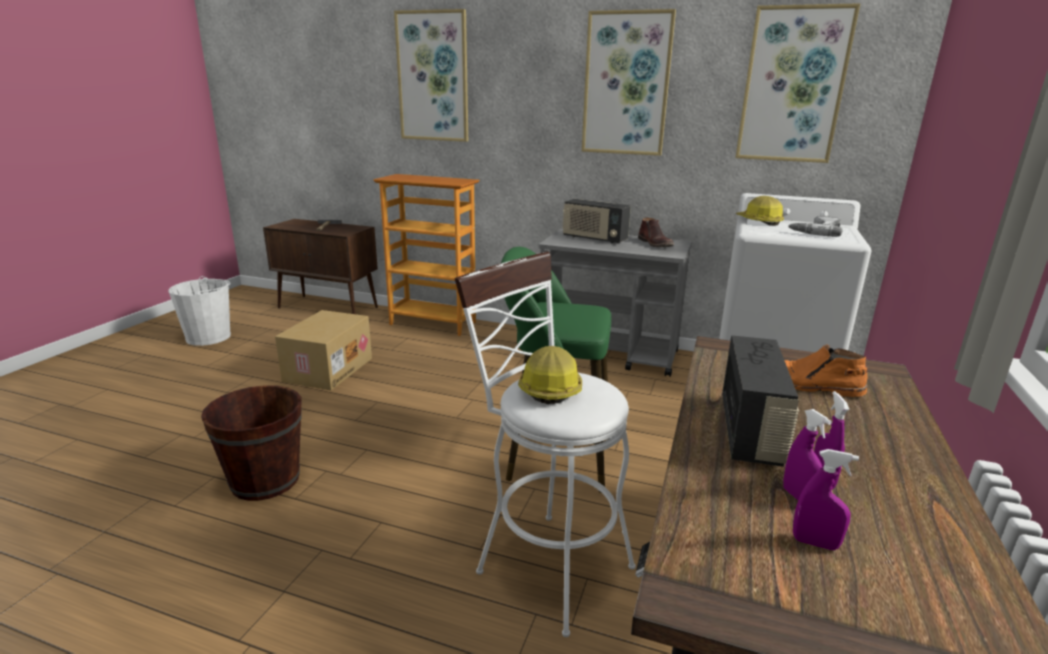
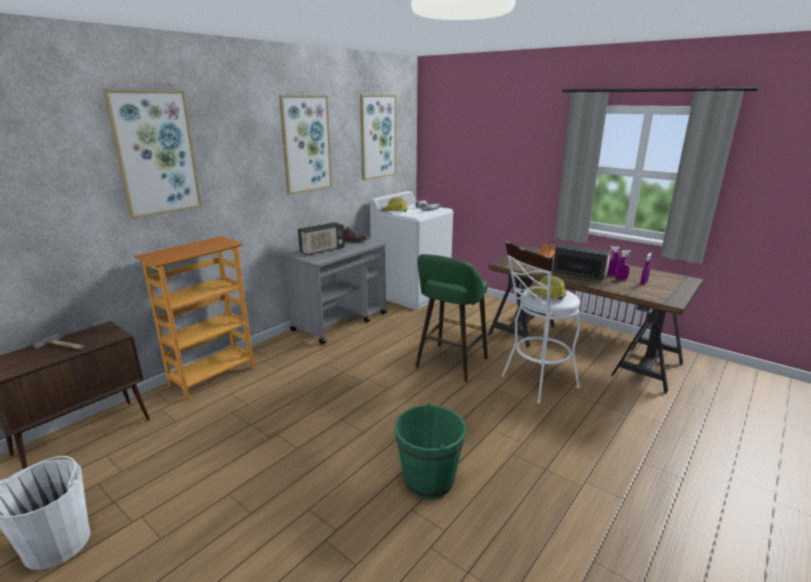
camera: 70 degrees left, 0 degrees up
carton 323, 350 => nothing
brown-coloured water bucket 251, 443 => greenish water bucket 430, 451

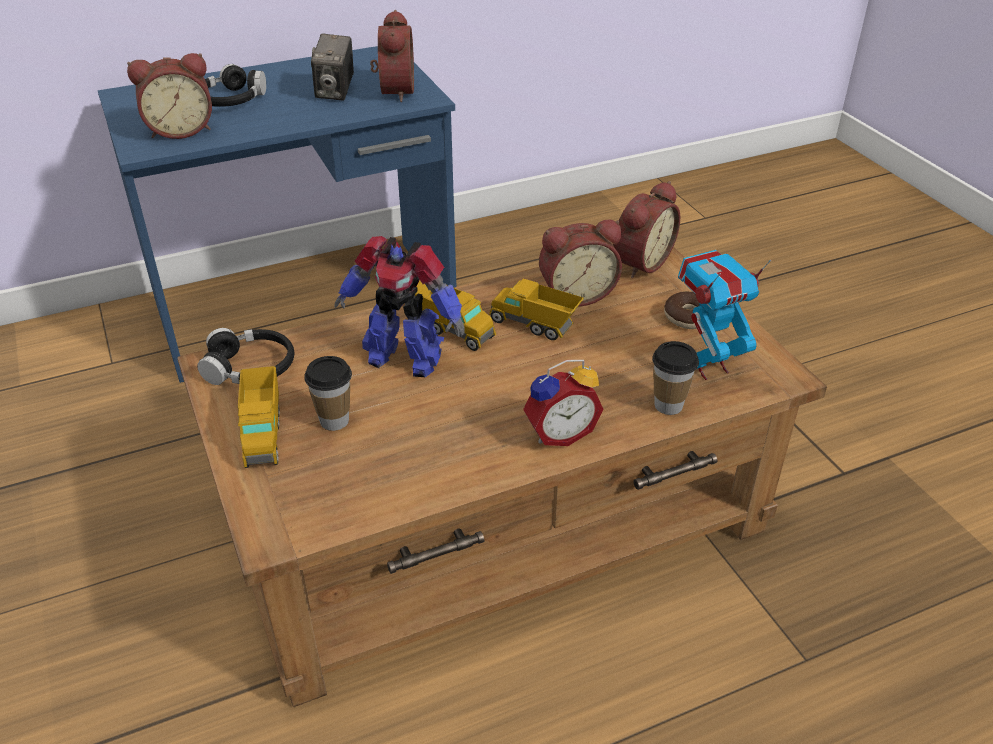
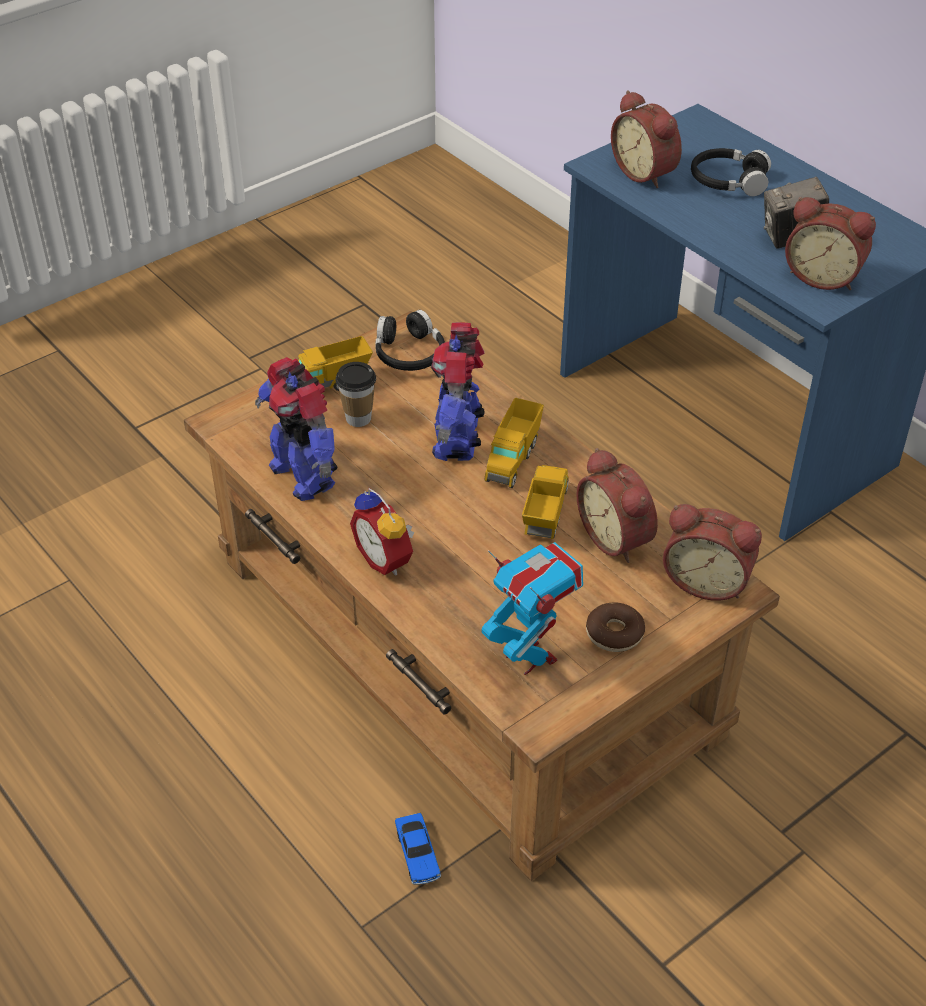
camera: 75 degrees right, 5 degrees up
bedside clock 392, 56 => bedside clock 830, 243, 45 degrees clockwise
small cup 675, 378 => nothing
nothing => robot figure 296, 429
nothing => model car 418, 849

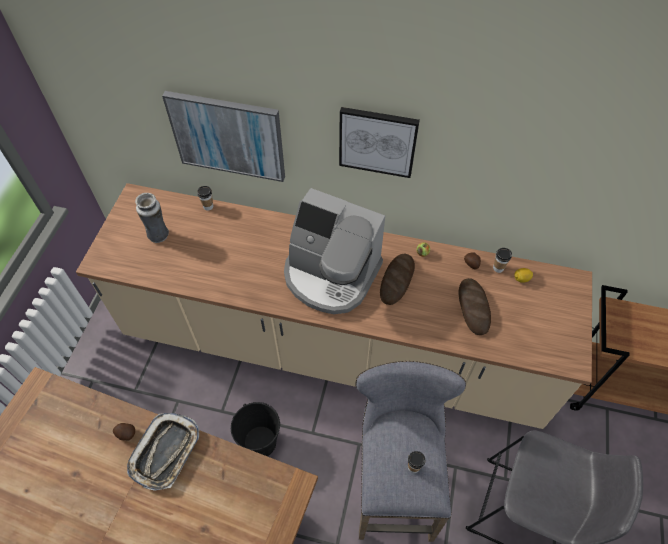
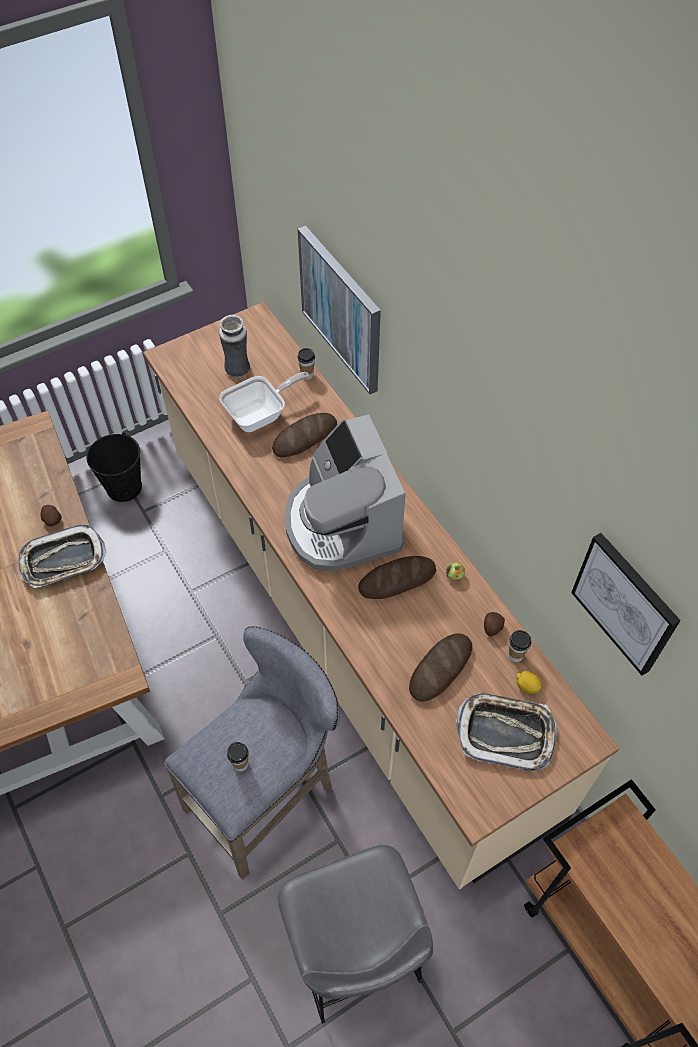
camera: 45 degrees right, 0 degrees up
wall art 379, 142 => wall art 626, 604, move
black-coloured water bucket 255, 429 => black-coloured water bucket 114, 467, move
nothing => frying pan 264, 402
nothing => baked bread 304, 435
nothing => serving tray 506, 732

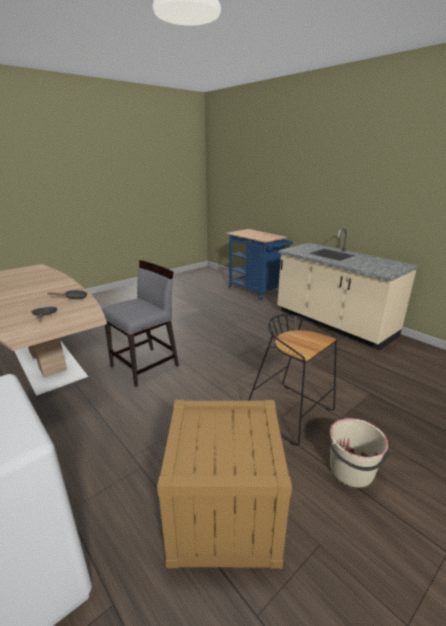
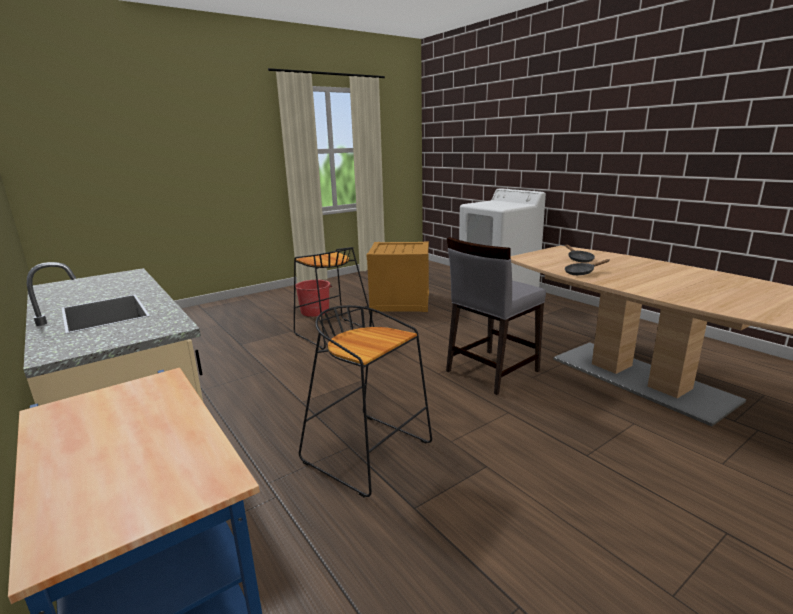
camera: 175 degrees left, 5 degrees down
beige-coloured water bucket 360, 453 => reddish water bucket 313, 298
nothing => black-coloured sitting stool 365, 401

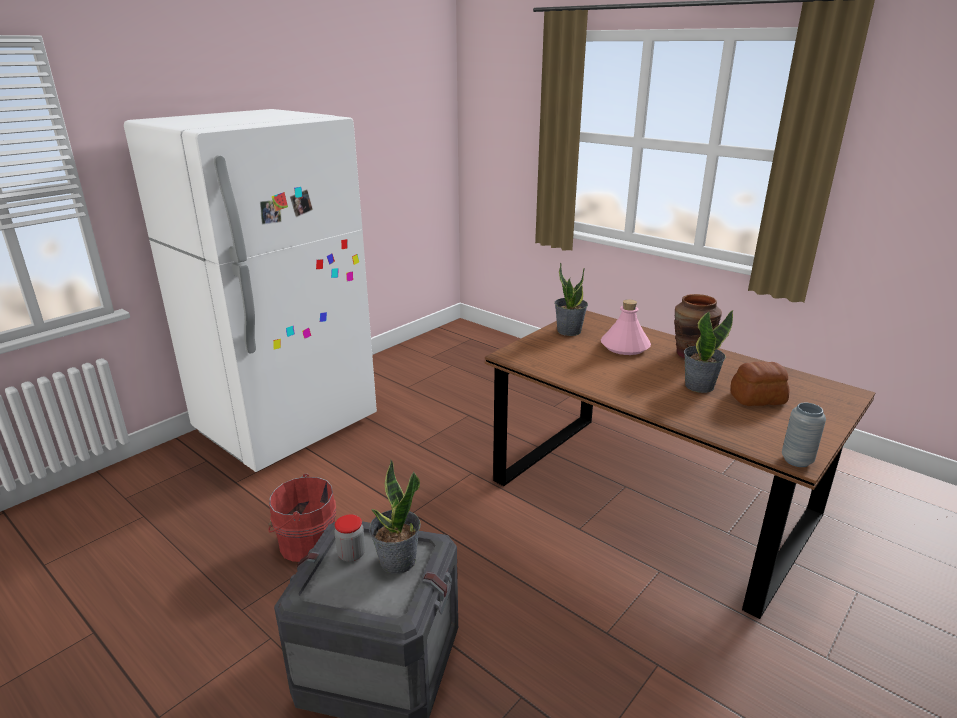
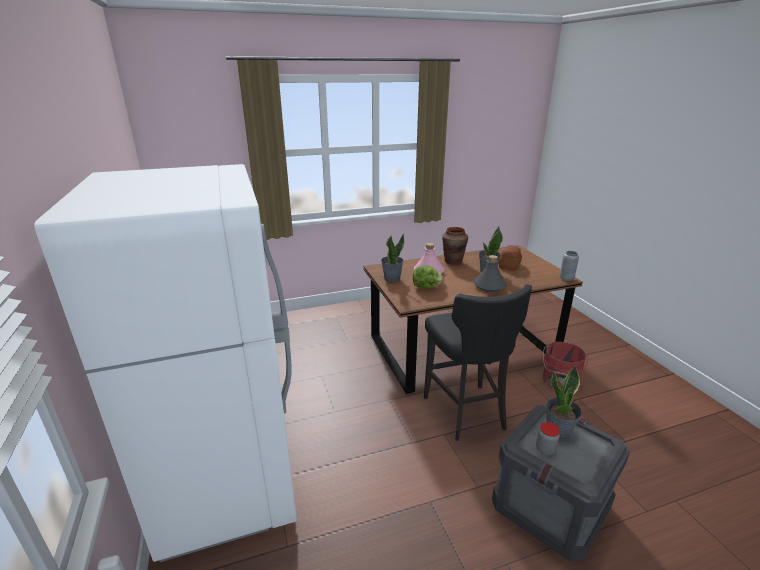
camera: 60 degrees left, 0 degrees up
reddish water bucket 302, 518 => reddish water bucket 565, 365, move
nothing => gray bottle 490, 273
nothing => head of lettuce 428, 277
nothing => black-coloured sitting stool 478, 362

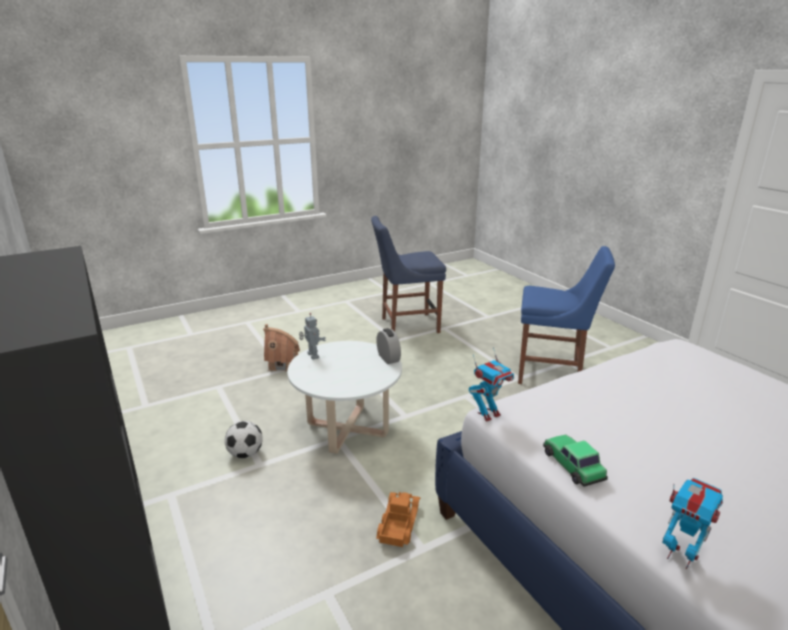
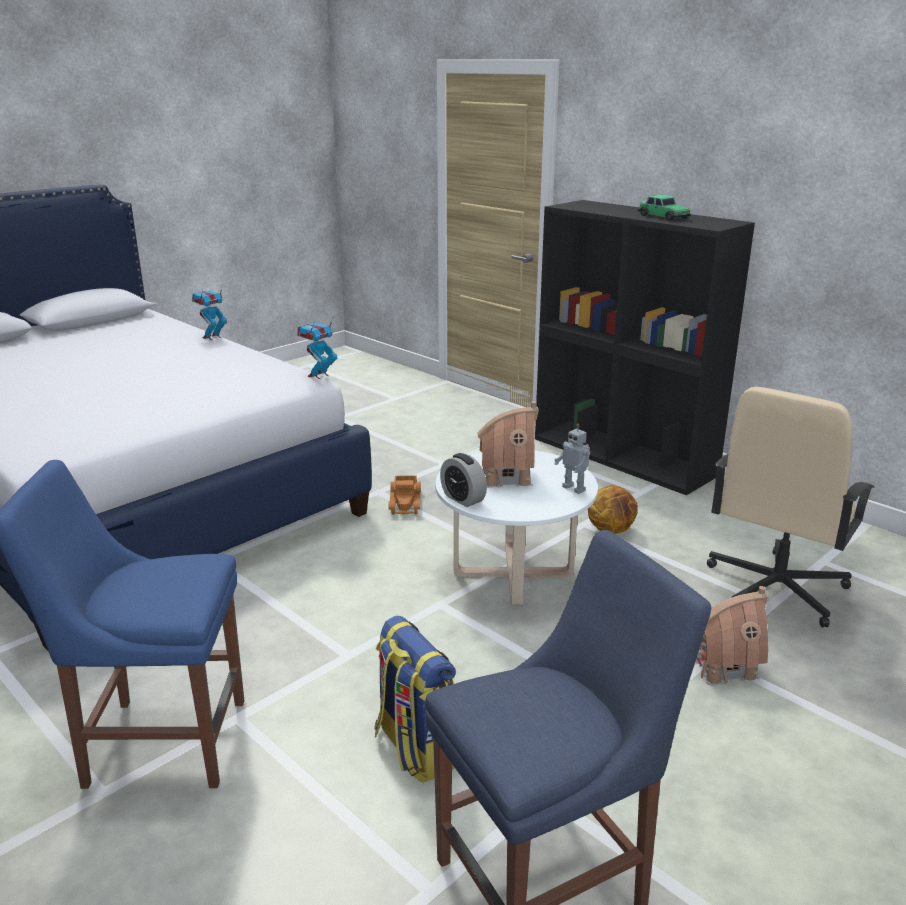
camera: 165 degrees right, 0 degrees up
football ball 244, 439 => ball for basketball 613, 509
model car 575, 461 => model car 664, 208, move
robot figure 692, 523 => robot figure 209, 312, 105 degrees clockwise
nothing => beige-coloured office chair 790, 507
nothing => miniature house 508, 445
nothing => rucksack 415, 699

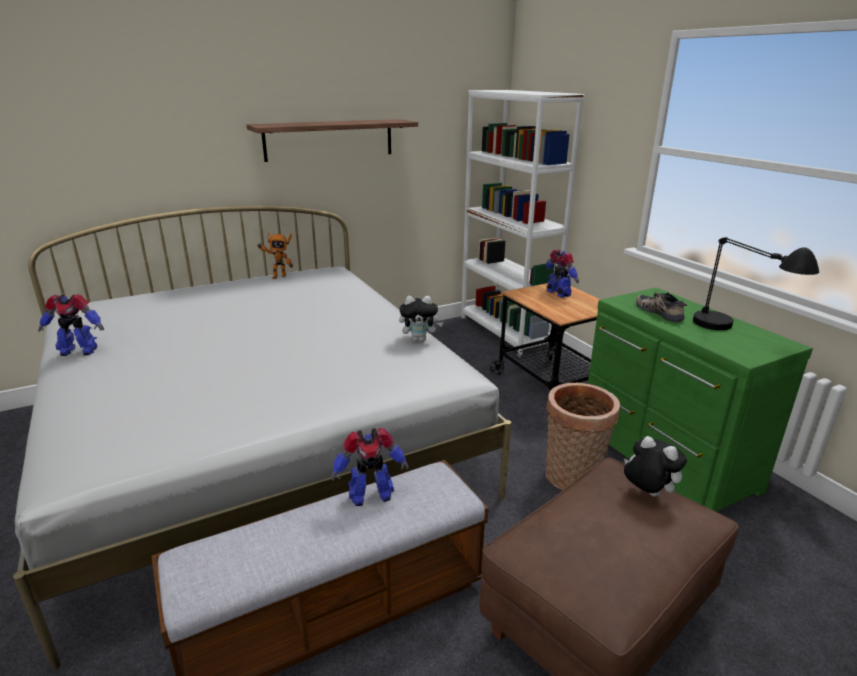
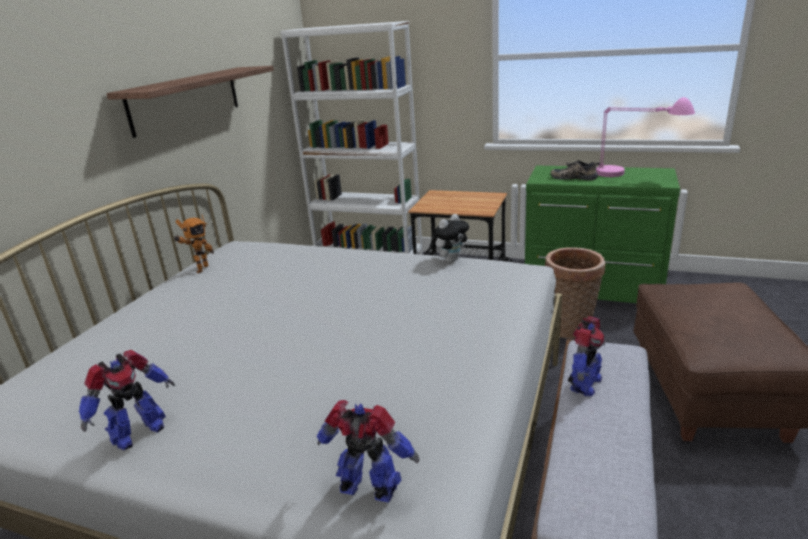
camera: 40 degrees left, 0 degrees up
black-coloured lamp for a table 756, 283 => pinkish lamp for a table 645, 137
robot figure 562, 274 => robot figure 368, 451, move
cuddly toy 655, 466 => nothing

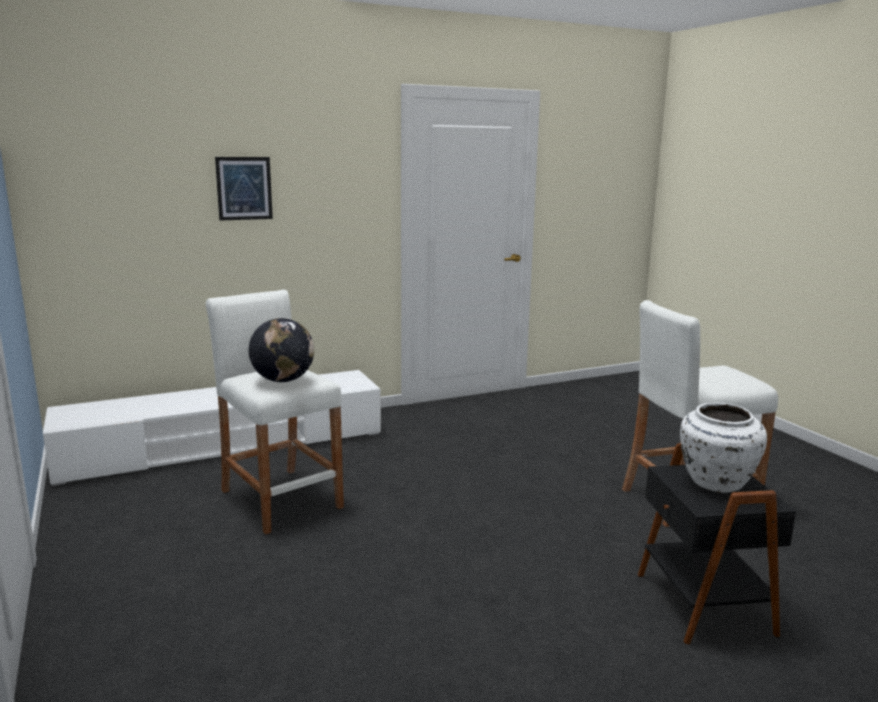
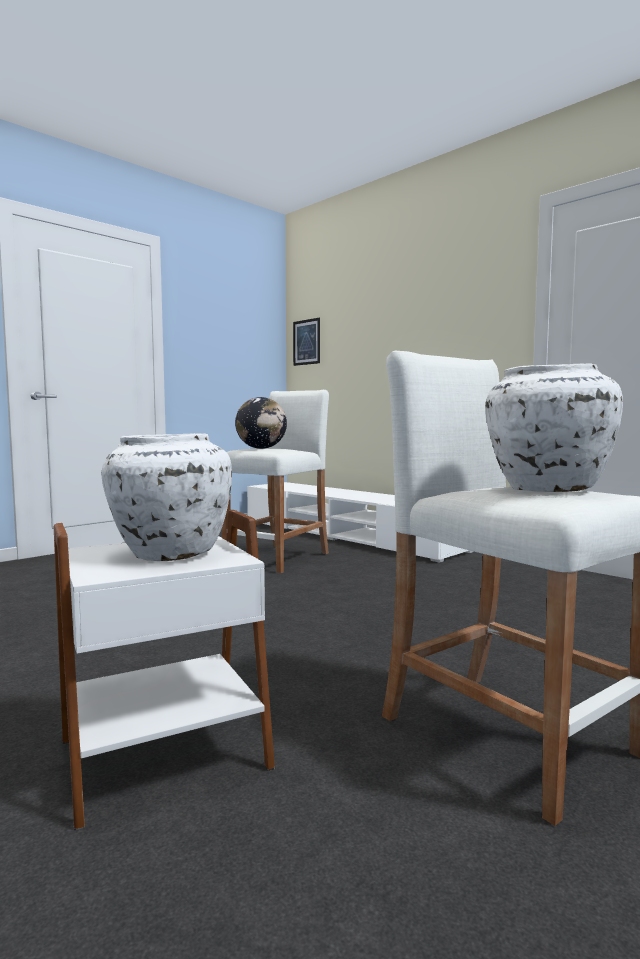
camera: 70 degrees right, 10 degrees down
wall art 244, 188 => wall art 306, 341, move
black-coloured end table 717, 544 => white-coloured end table 164, 670
nothing => white-coloured decorative vase 554, 428

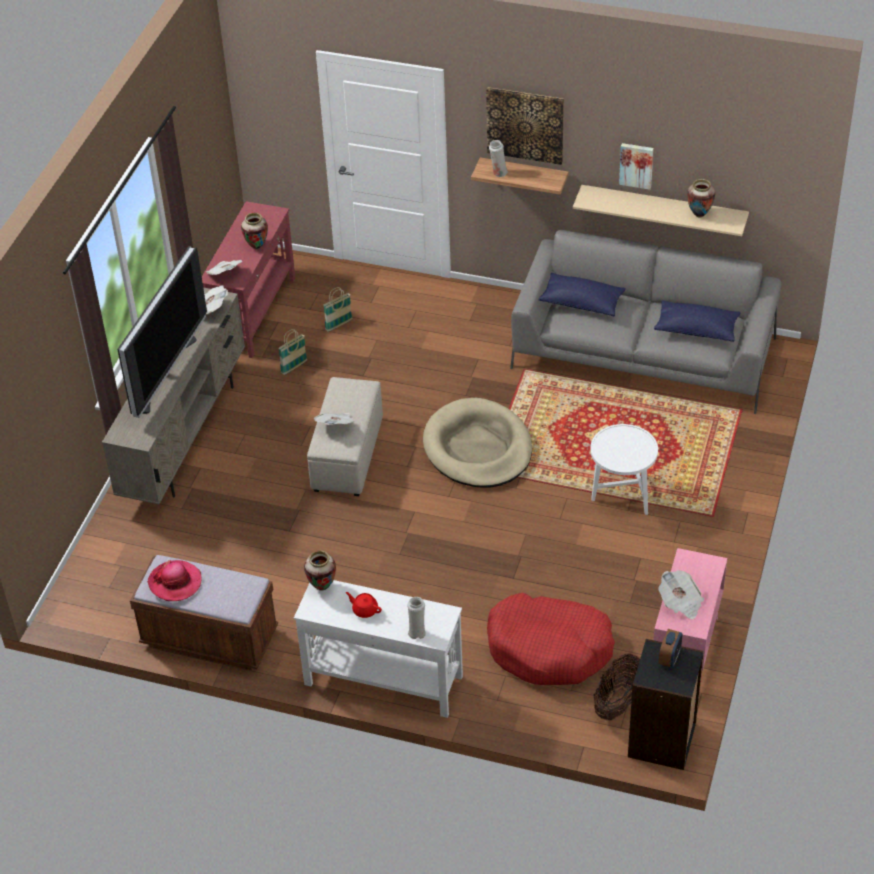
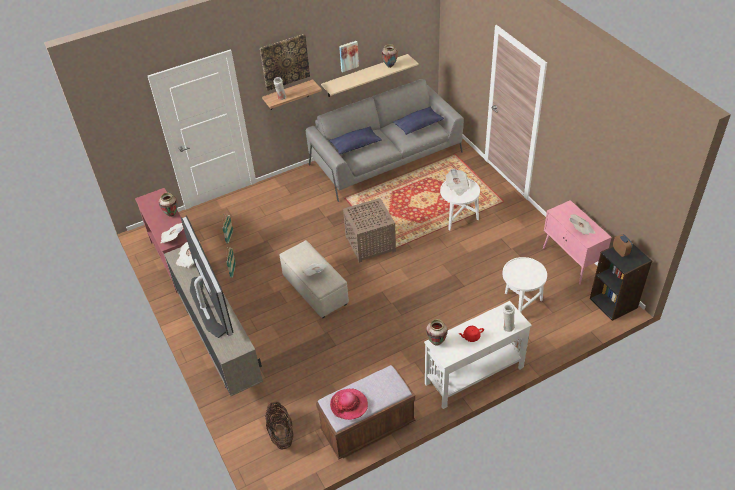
camera: 45 degrees left, 0 degrees up
beige-coloured pet bed 477, 443 => brown-coloured end table 369, 230
reddish pet bed 551, 639 => white-coloured end table 524, 285
basket 616, 687 => basket 279, 426, move
nothing => printed paper 458, 182

